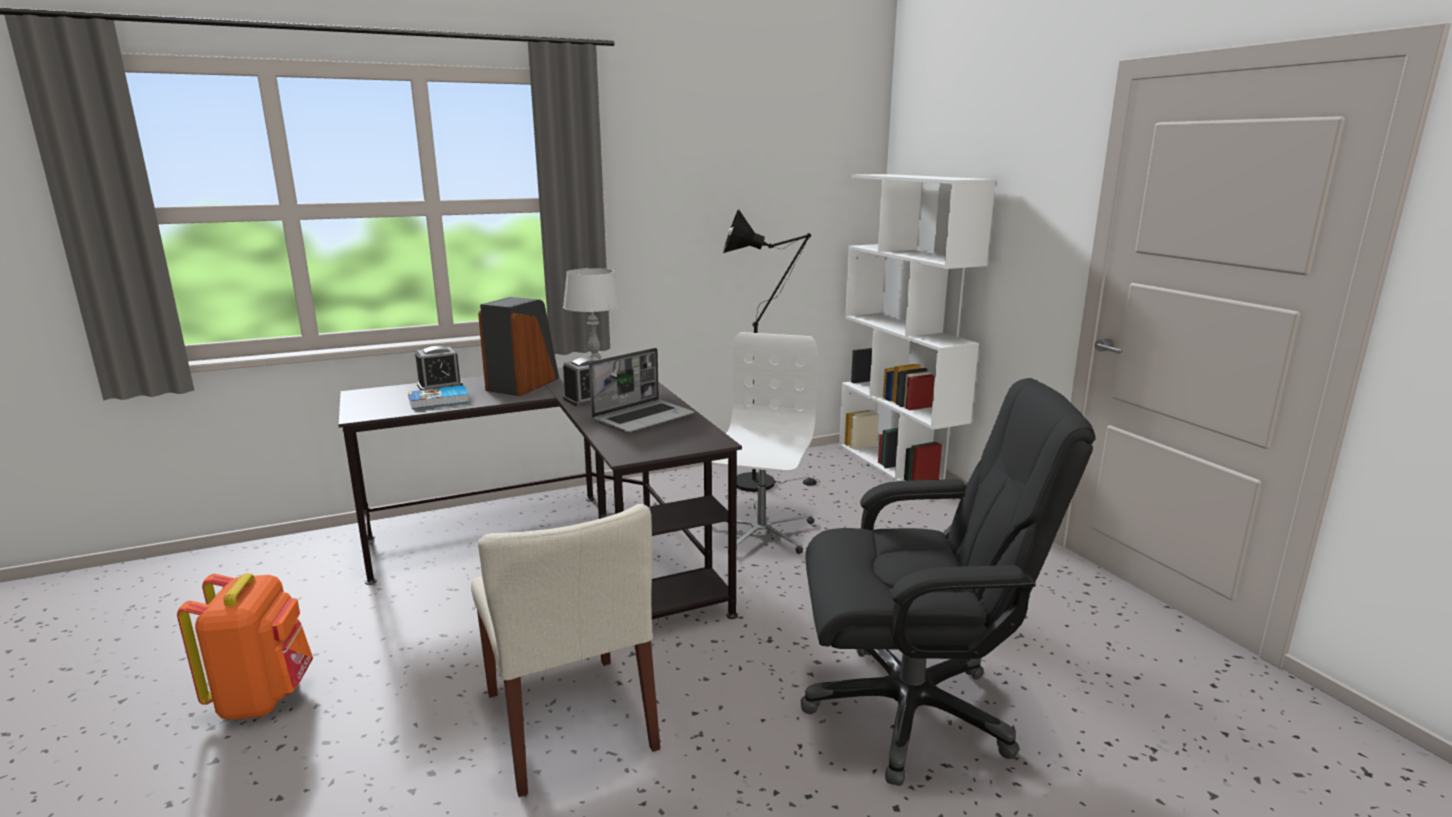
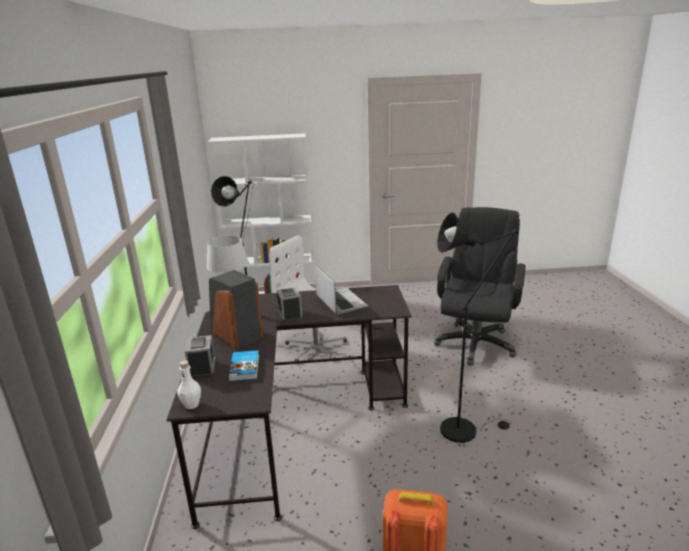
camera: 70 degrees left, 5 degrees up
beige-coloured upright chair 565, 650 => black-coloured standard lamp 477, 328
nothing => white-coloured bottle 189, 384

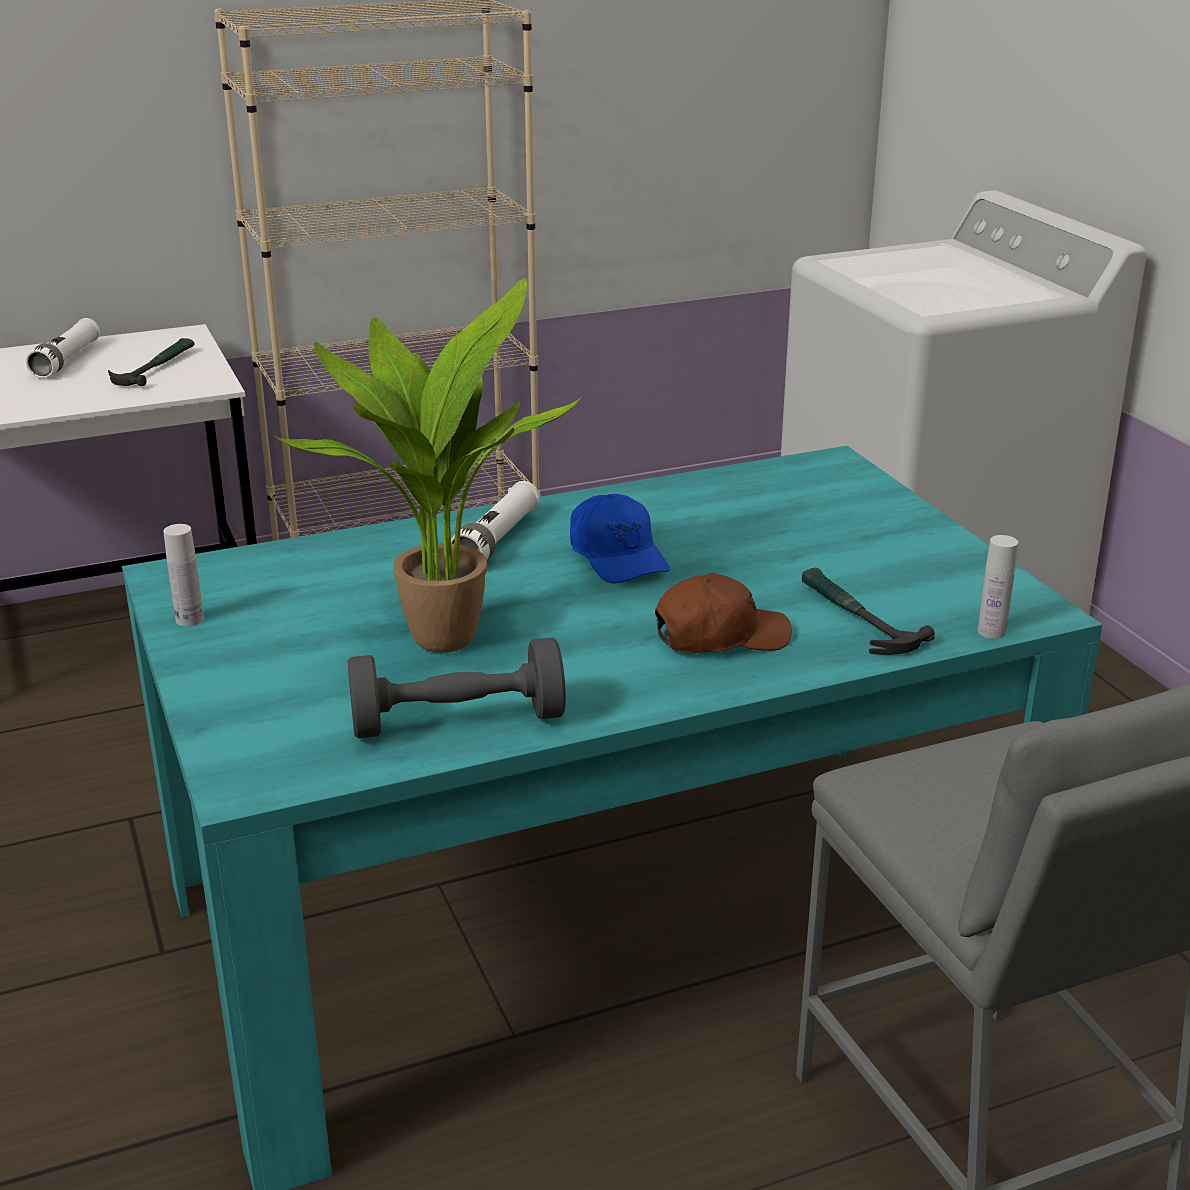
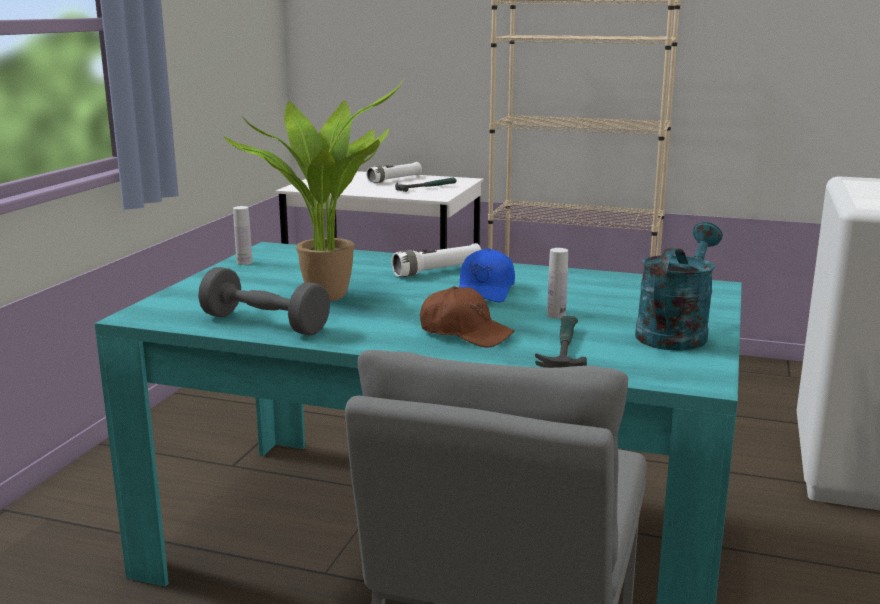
camera: 40 degrees right, 10 degrees down
white-coloured bottle 997, 587 => white-coloured bottle 557, 283, move
nothing => turquoise-coloured sprinkling can 679, 286

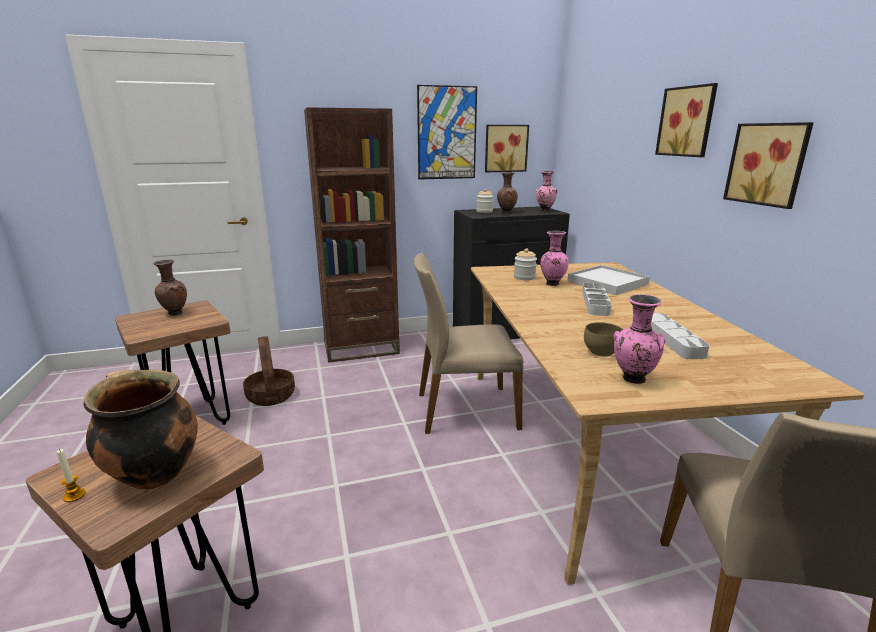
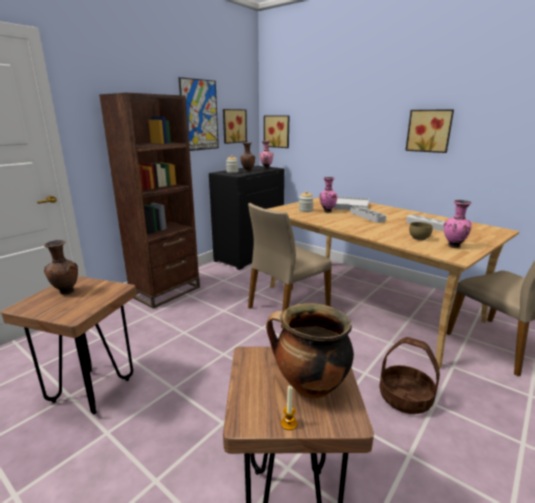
camera: 35 degrees left, 0 degrees up
wall art 686, 120 => wall art 276, 131, move
basket 269, 371 => basket 410, 375, move

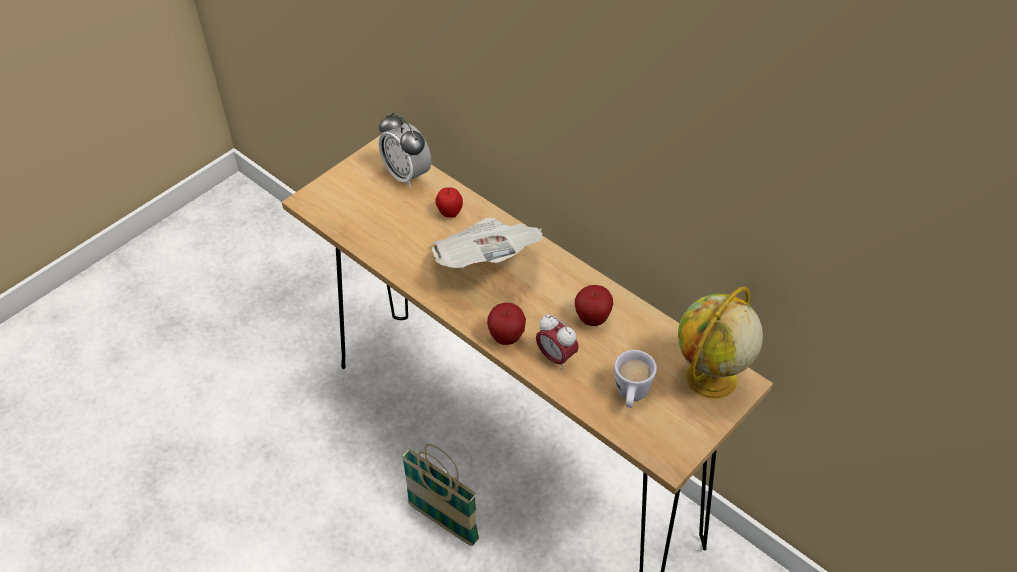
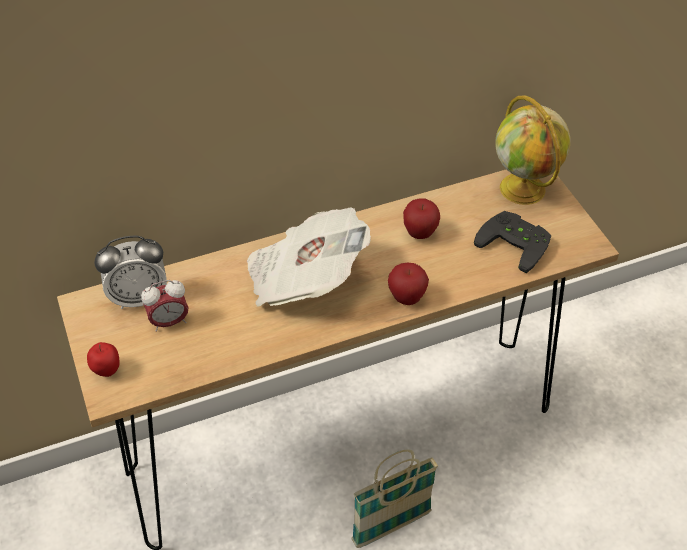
camera: 65 degrees left, 0 degrees up
whole apple 449, 202 => whole apple 103, 359, move
bedside clock 557, 342 => bedside clock 165, 306, move
white-coloured tea mug 635, 379 => black-coloured joypad 512, 242

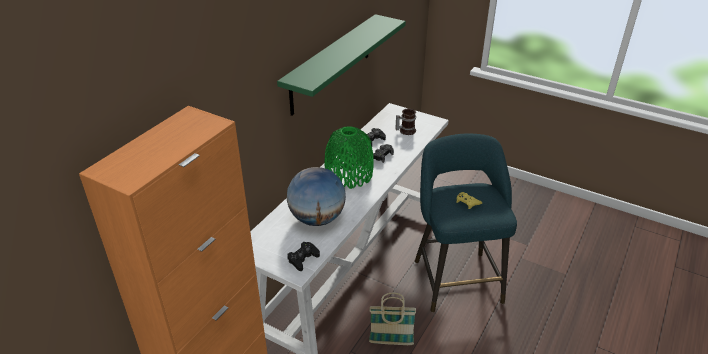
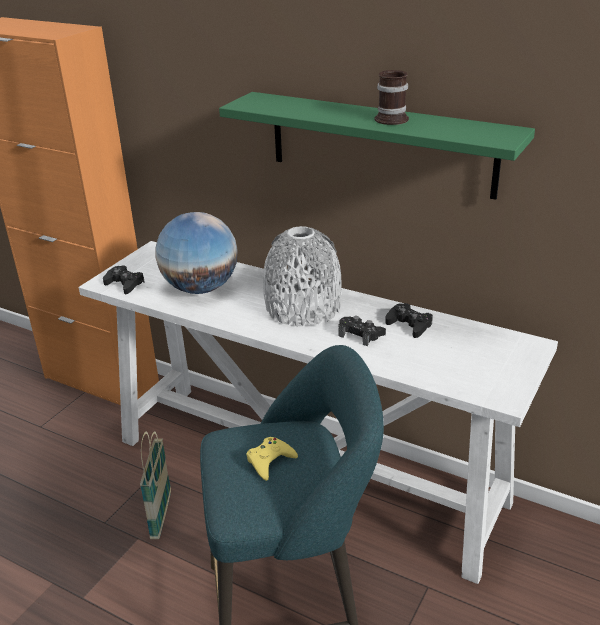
camera: 90 degrees right, 5 degrees down
tea mug 405, 122 => tea mug 392, 97, move
greenish decorative vase 349, 157 => gray decorative vase 302, 276

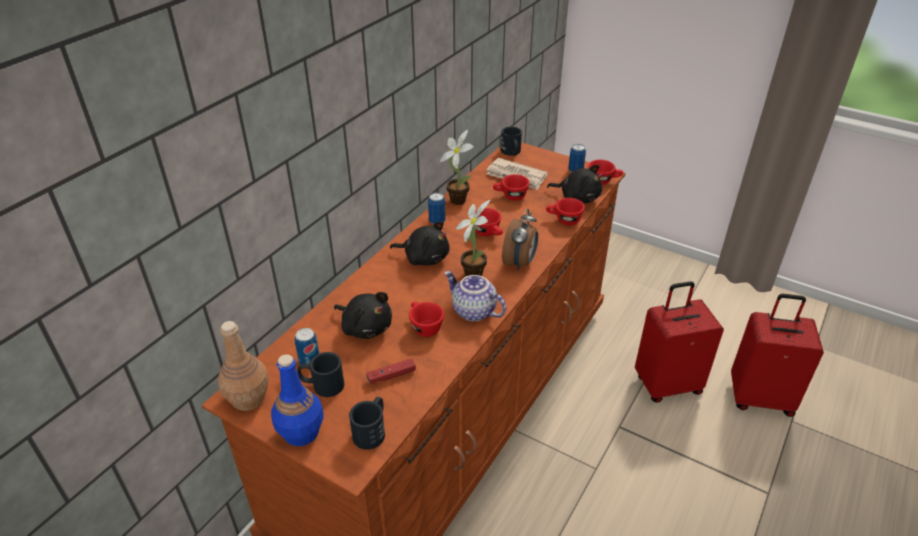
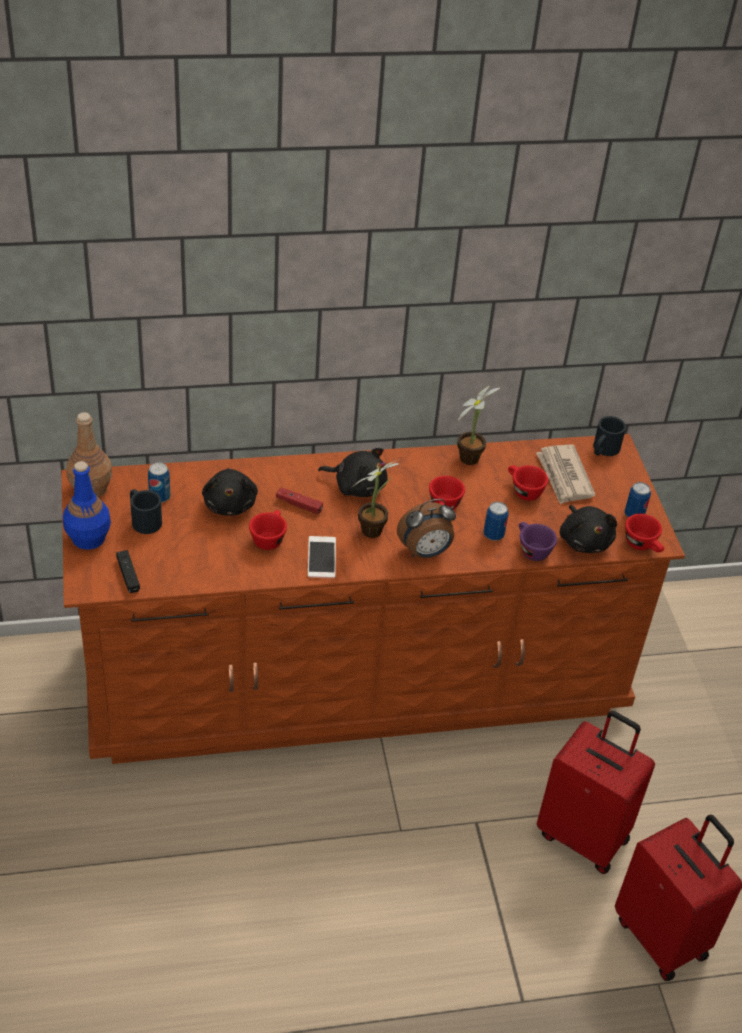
camera: 45 degrees right, 5 degrees up
sealed can 436, 208 => sealed can 496, 521, move
reddish small cup 565, 211 => purplish small cup 538, 541
black-coloured cuddly toy 420, 243 => black-coloured cuddly toy 353, 472, 45 degrees counterclockwise
pot for tea 475, 296 => handset 322, 557
reddish joypad 391, 371 => reddish joypad 299, 500, move
black-coloured tea mug 367, 423 => black-coloured joypad 128, 571

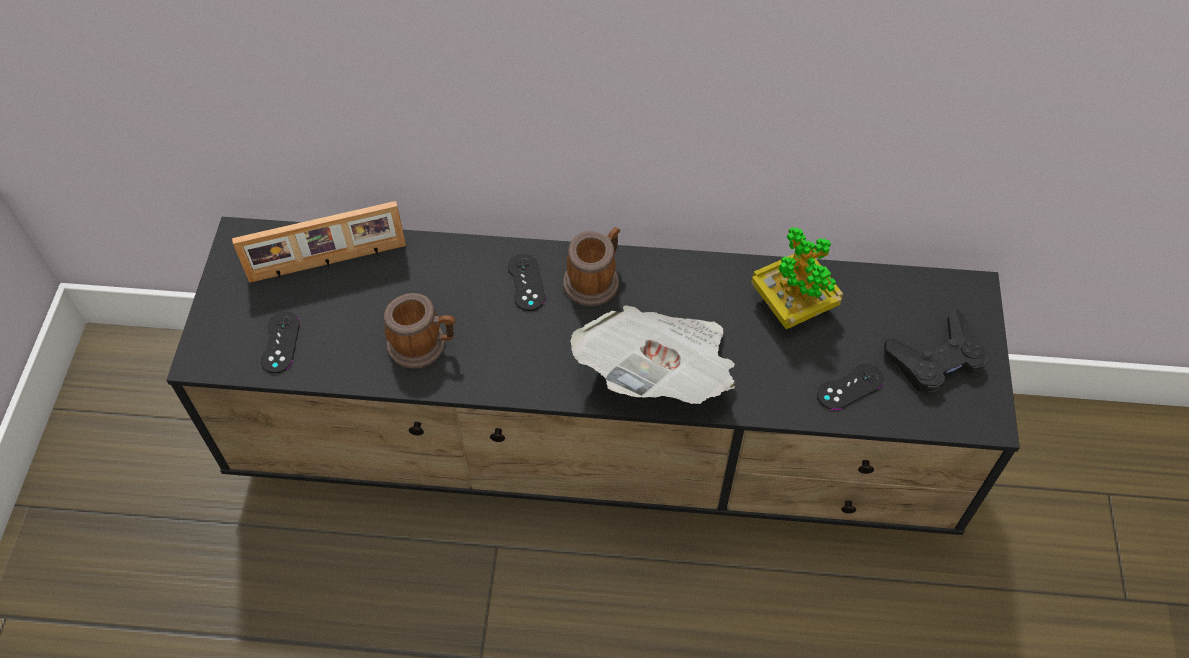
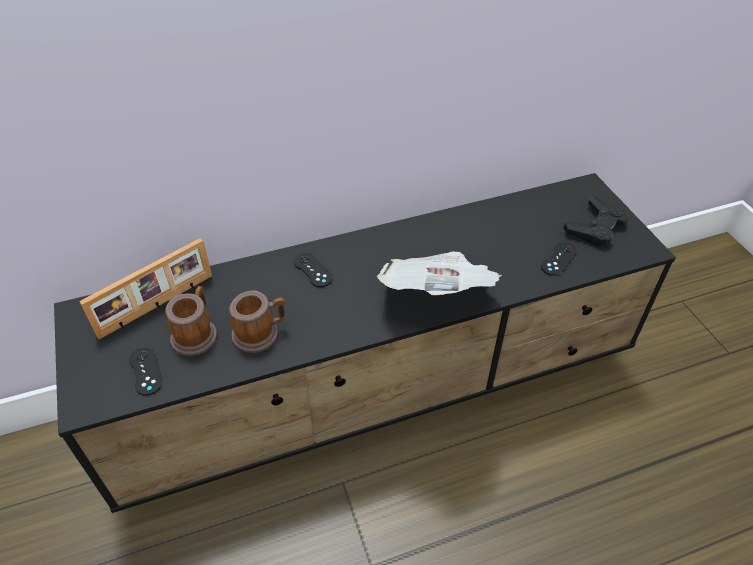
camera: 25 degrees left, 10 degrees down
tea mug 591, 266 => tea mug 191, 321, move
plant in a pot 797, 278 => nothing

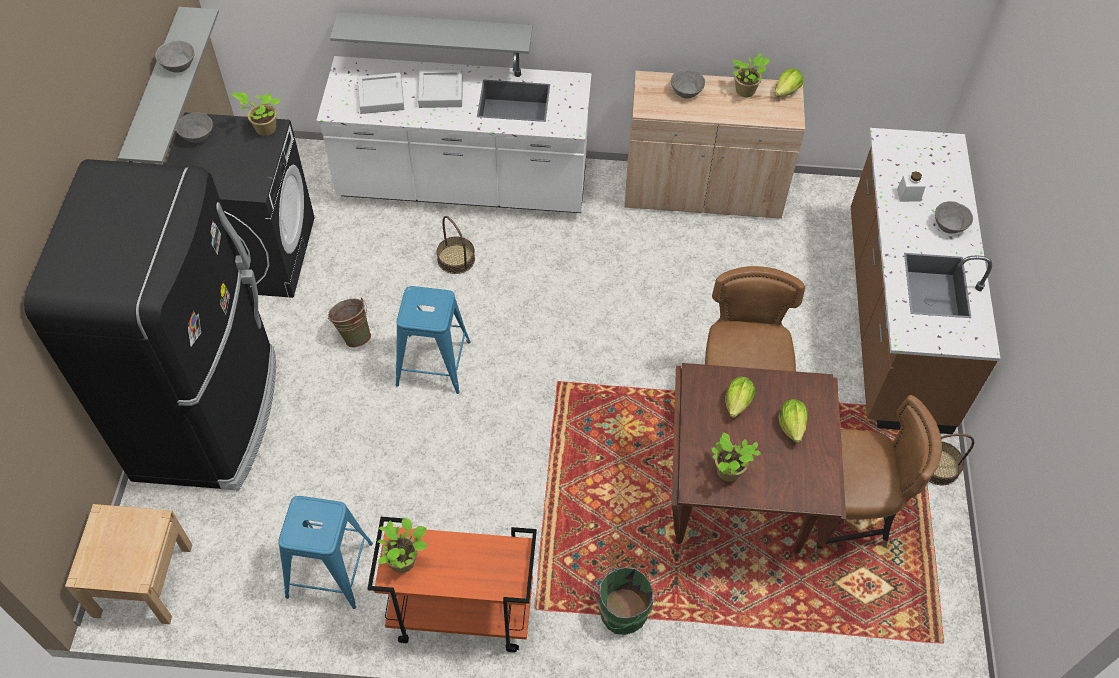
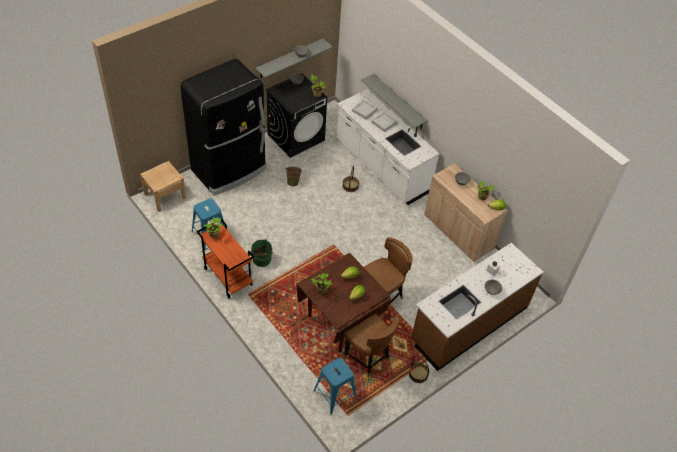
camera: 45 degrees right, 5 degrees down
bluish sitting stool 433, 340 => bluish sitting stool 335, 386, move
greenish water bucket 623, 601 => greenish water bucket 261, 253, move

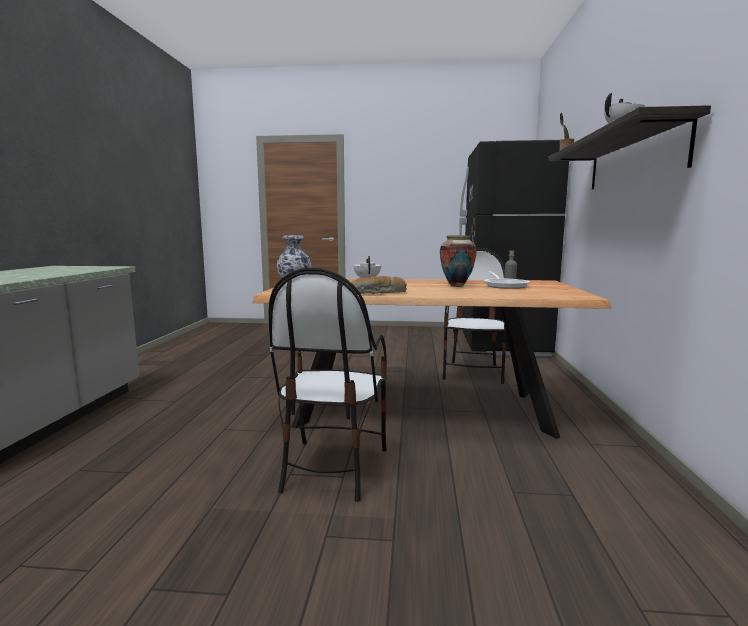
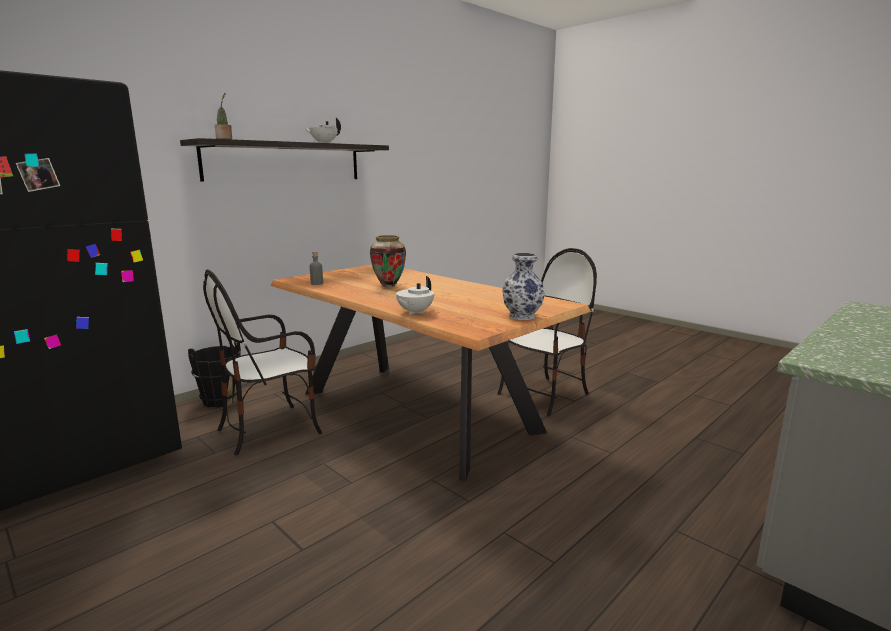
camera: 140 degrees left, 5 degrees up
frying pan 507, 280 => nothing
baked bread 379, 285 => nothing
nothing => black-coloured water bucket 214, 374

